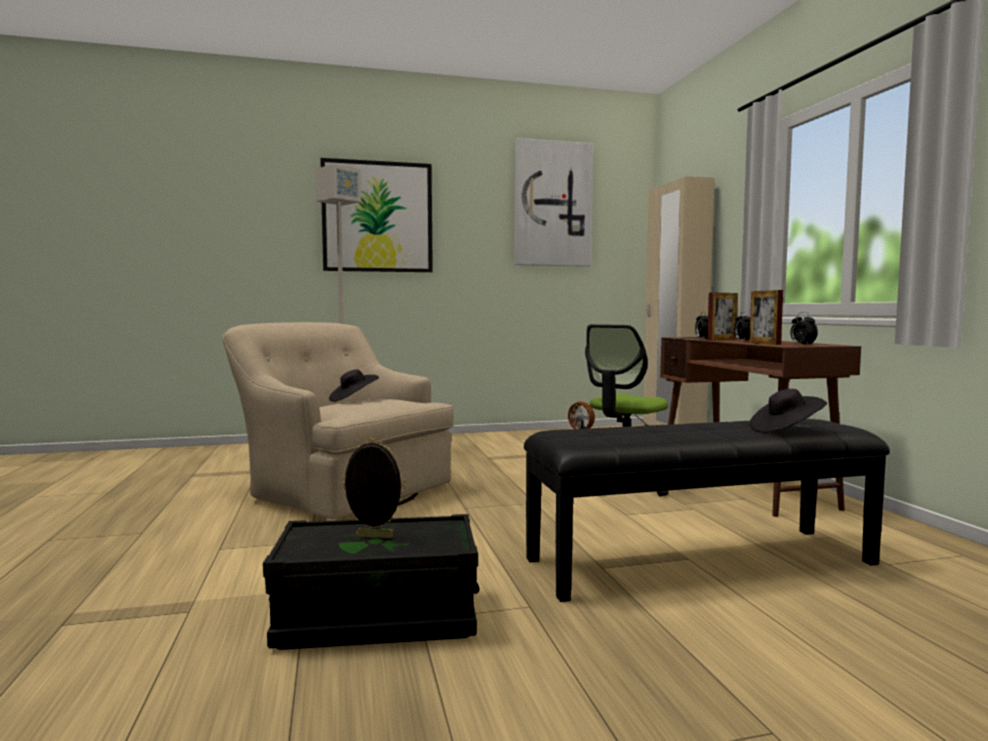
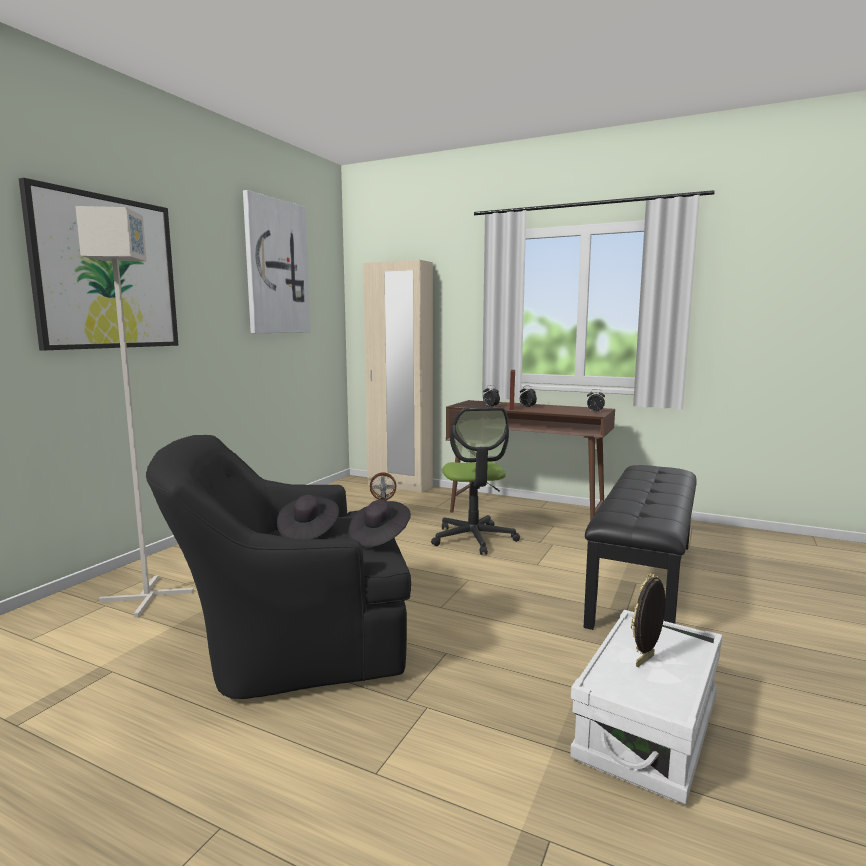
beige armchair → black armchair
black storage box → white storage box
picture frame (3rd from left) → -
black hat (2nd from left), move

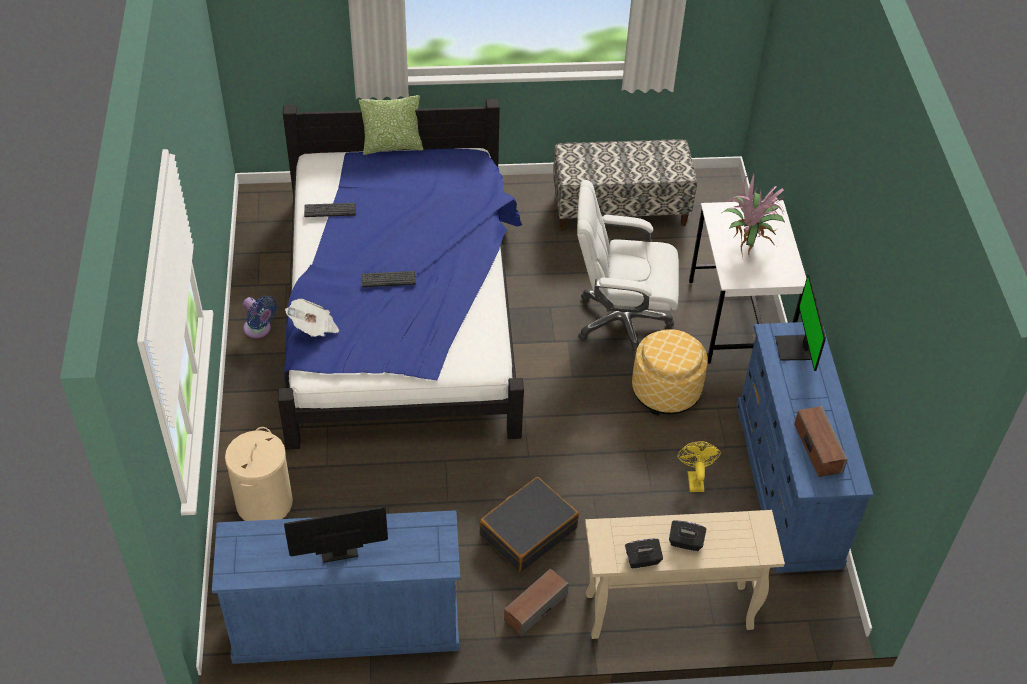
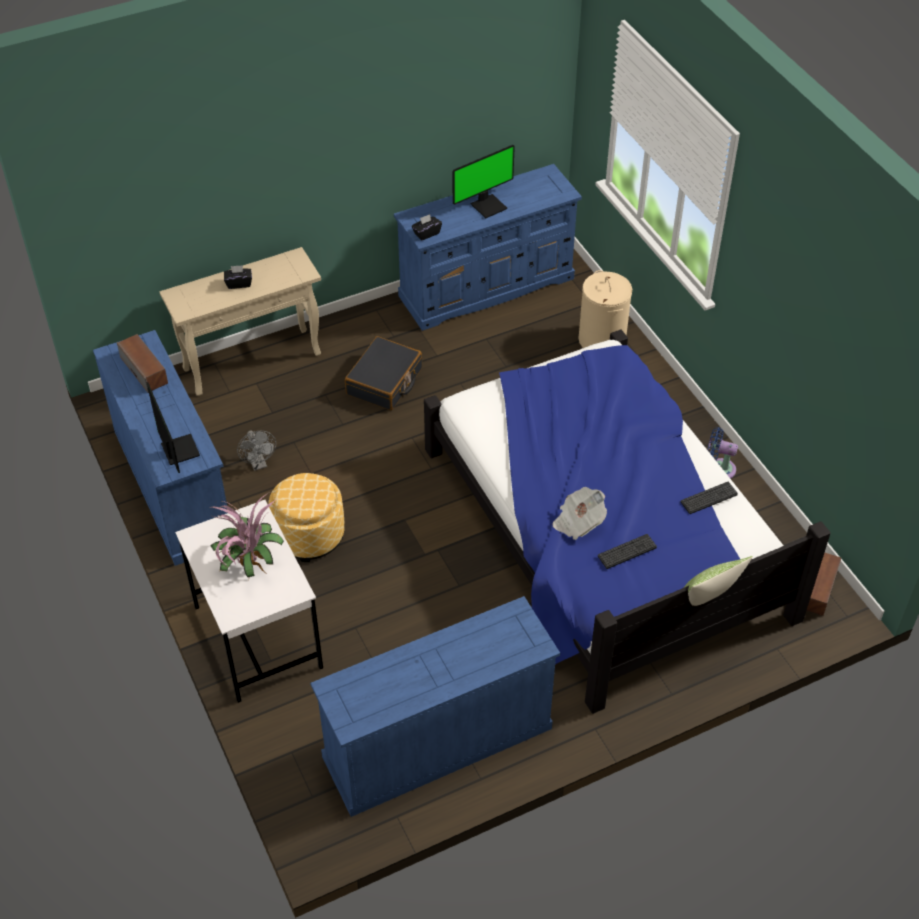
newspaper, move
keyboard (2nd from left in the first image) → keyboard (1st from left), move
speaker (1st from left in the first image) → speaker (2nd from left), move
bench → blue dresser (2nd from left)
white office chair → -
black tissue box (1st from left in the first image) → black tissue box (2nd from left), move
yellow fan → grey fan

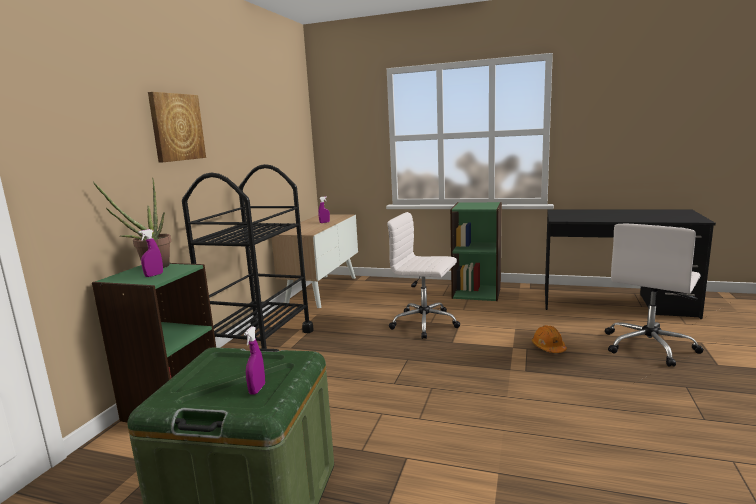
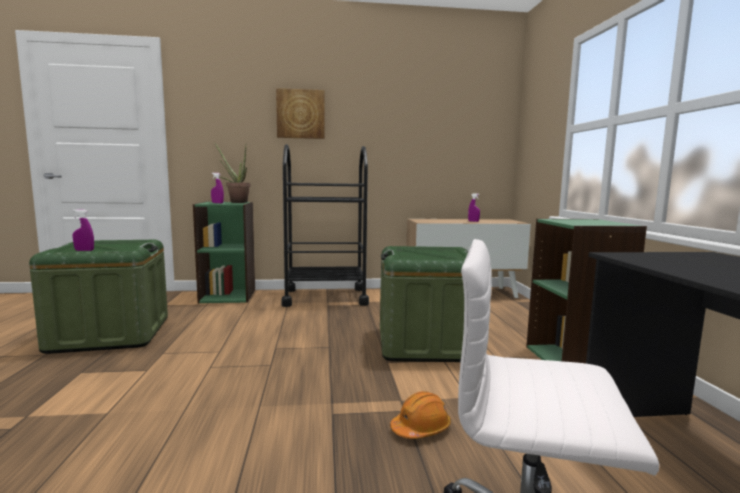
white office chair (1st from left) → green storage box (2nd from left)

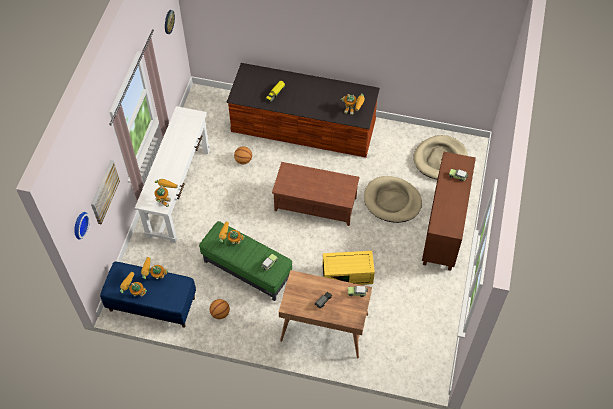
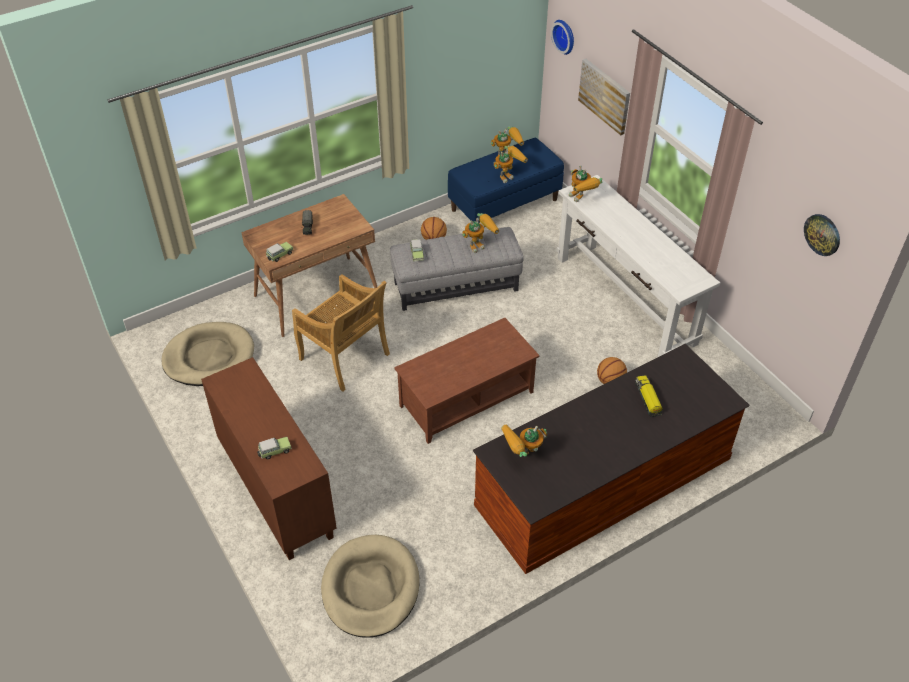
green ottoman → grey ottoman
yellow storage box → beige chair
beige dog bed (1st from left), move

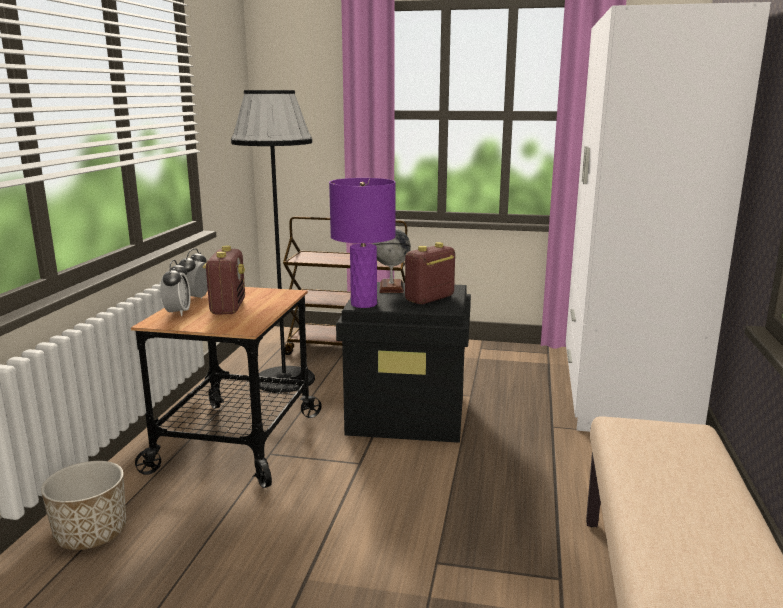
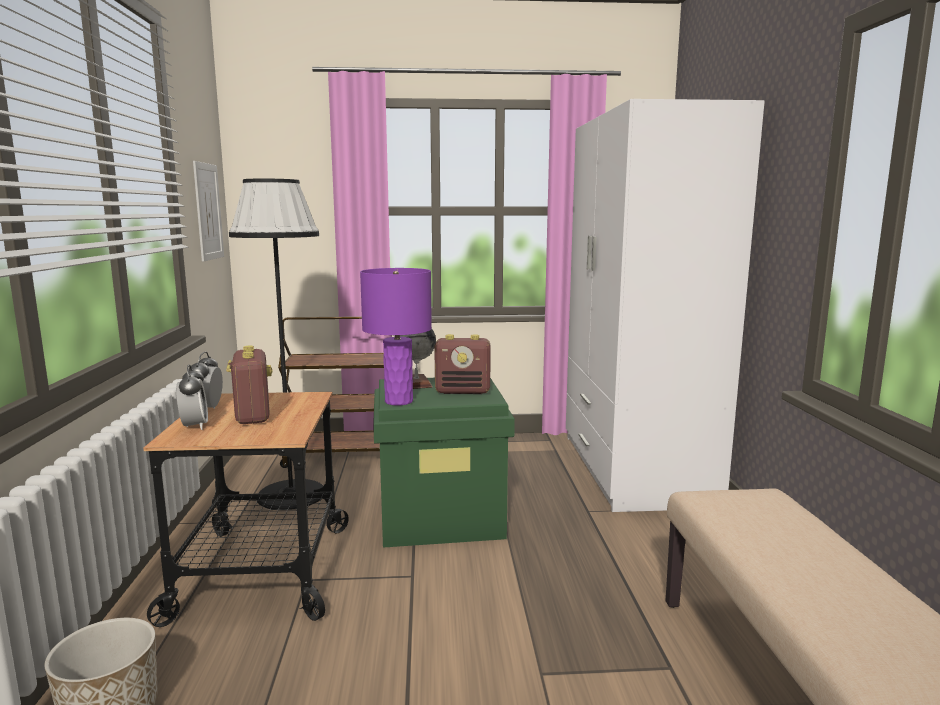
black storage box → green storage box
radio (2nd from left), 120 degrees counterclockwise
- → picture

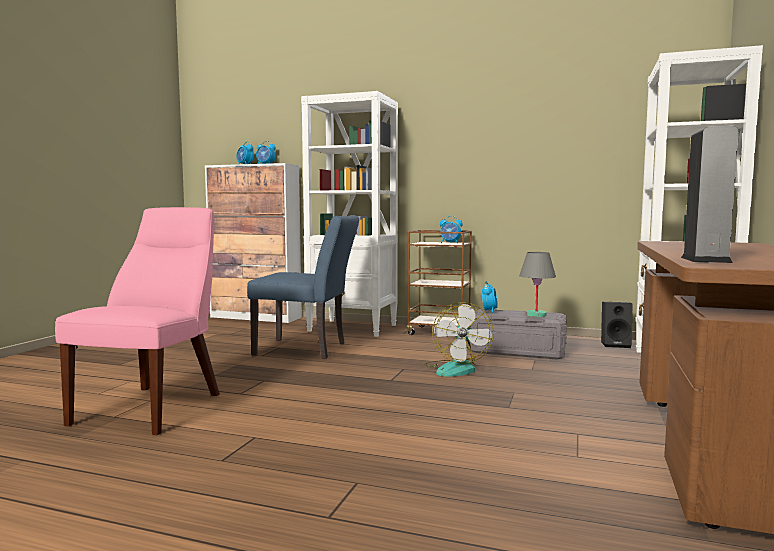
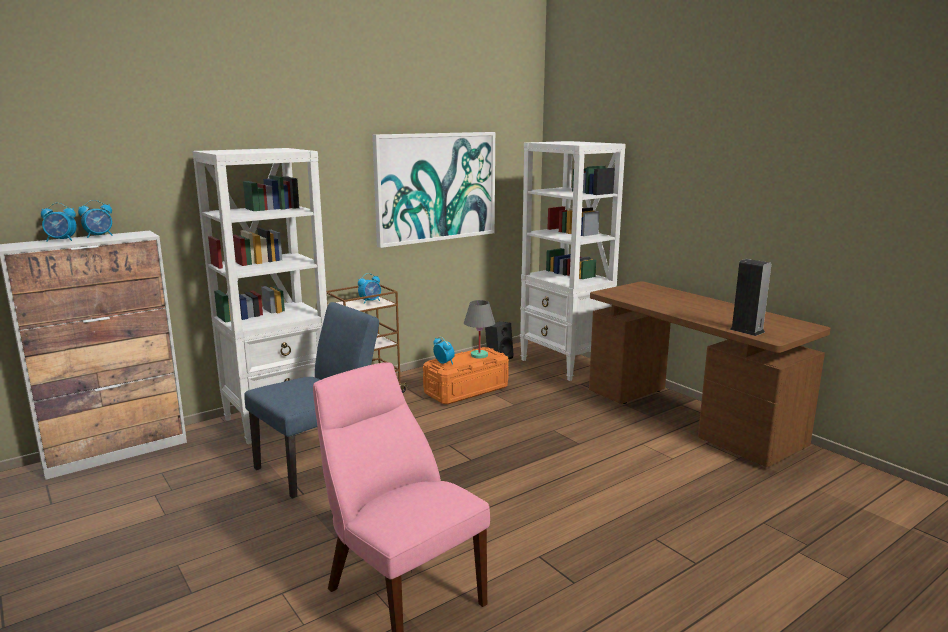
fan → -
grey storage box → orange storage box
- → picture

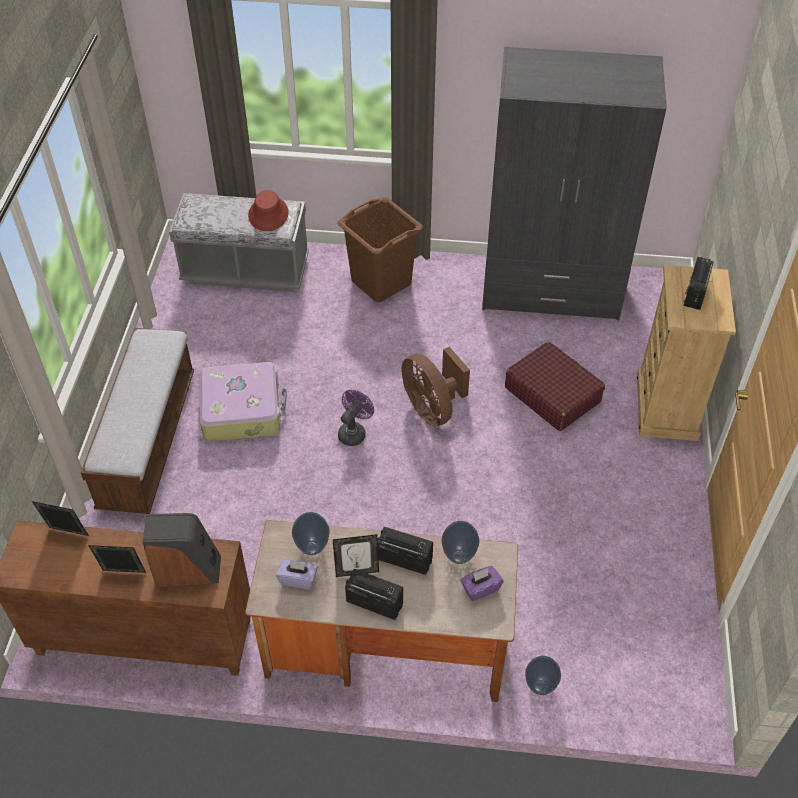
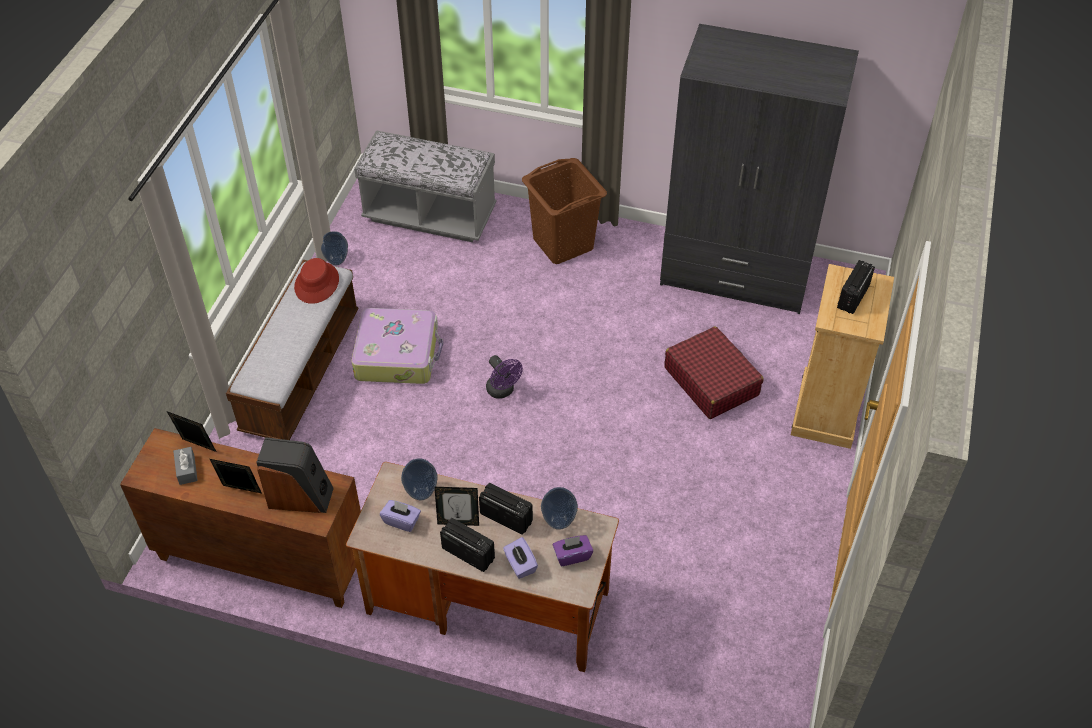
red hat, move
purple fan, 105 degrees clockwise
brown fan → -
vase (3rd from left in the first image) → vase (1st from left), move
- → grey tissue box
- → purple tissue box (2nd from left)

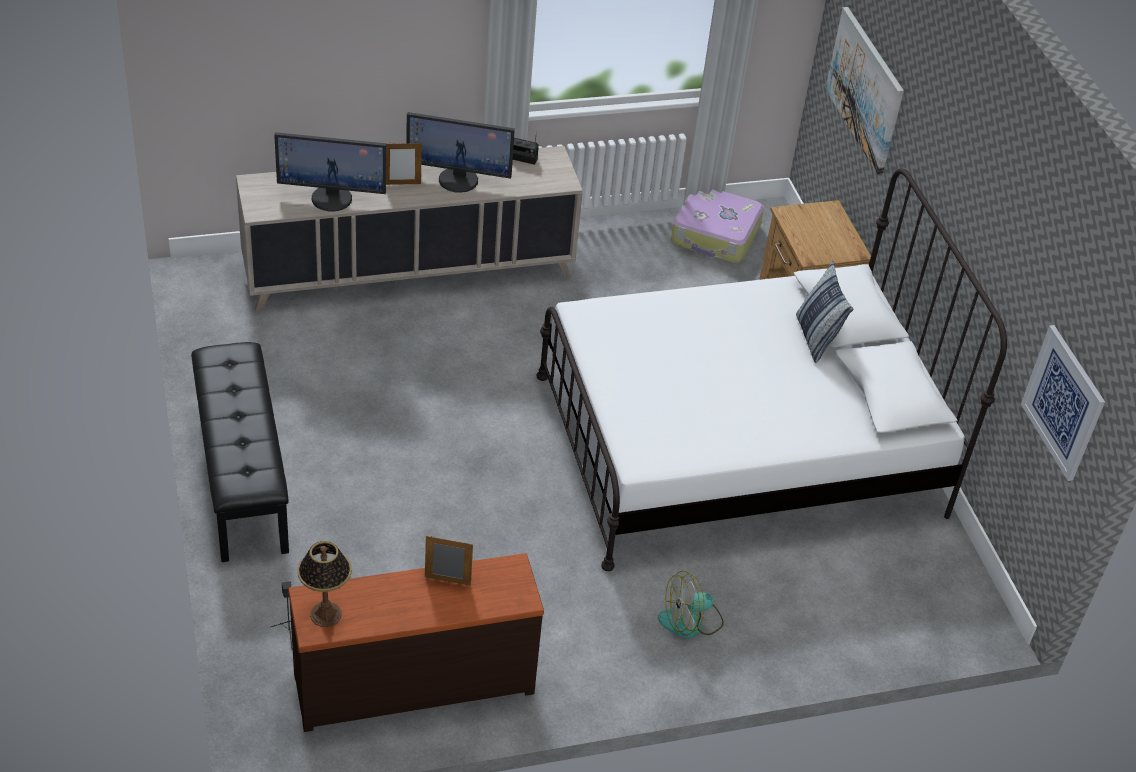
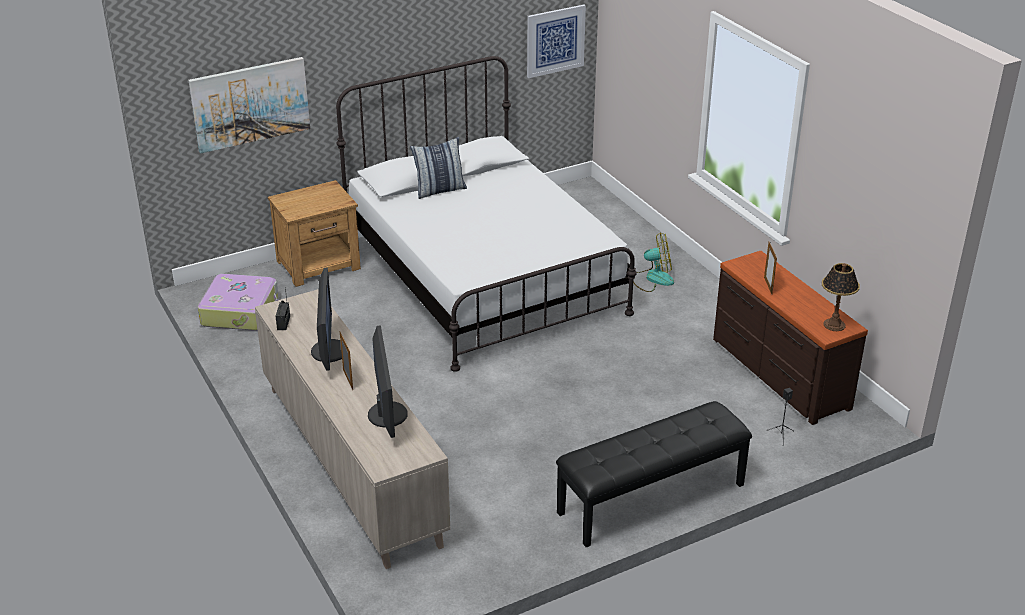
fan, 60 degrees counterclockwise

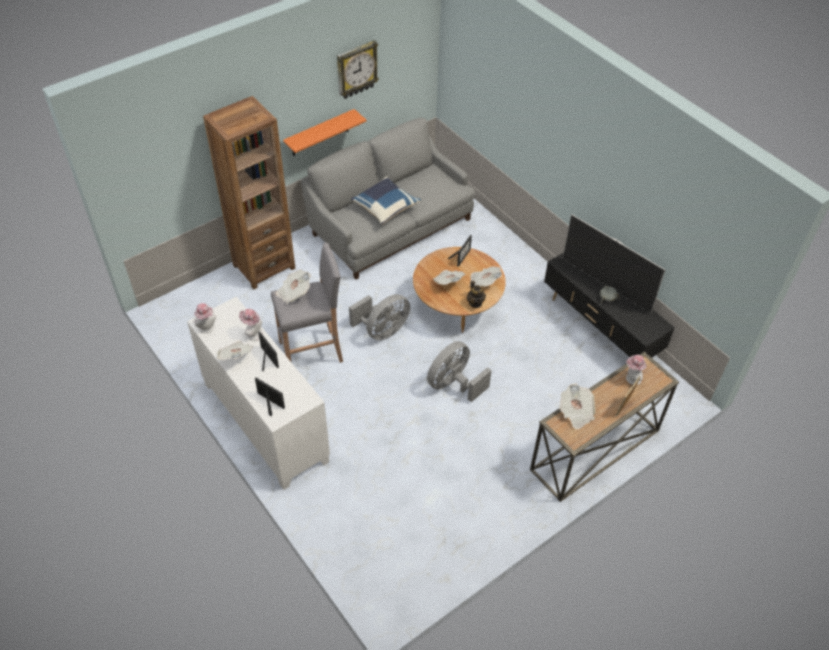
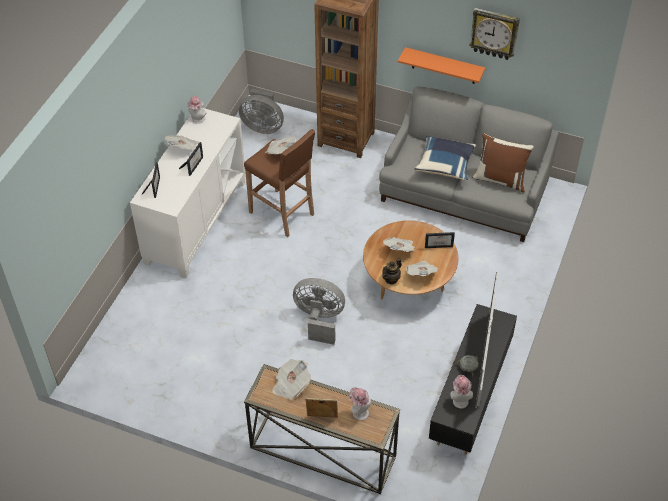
hat (2nd from left in the first image) → hat (3rd from left), move
grey stool → brown stool
grey fan (1st from left), move
- → brown pillow

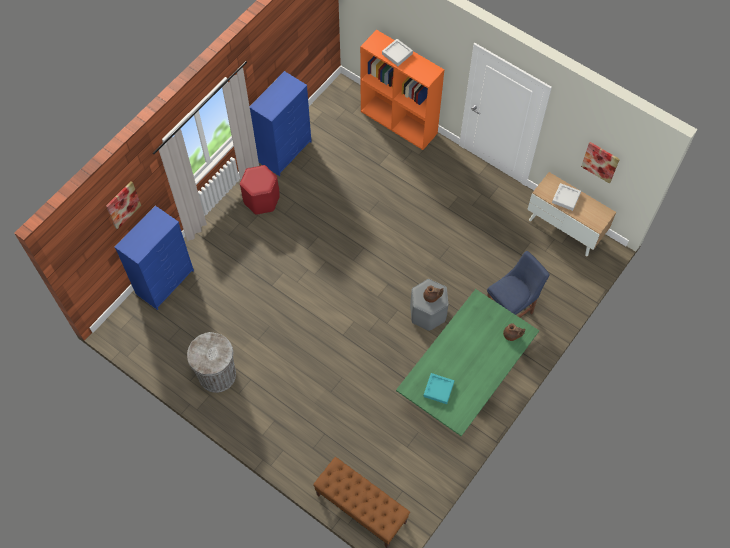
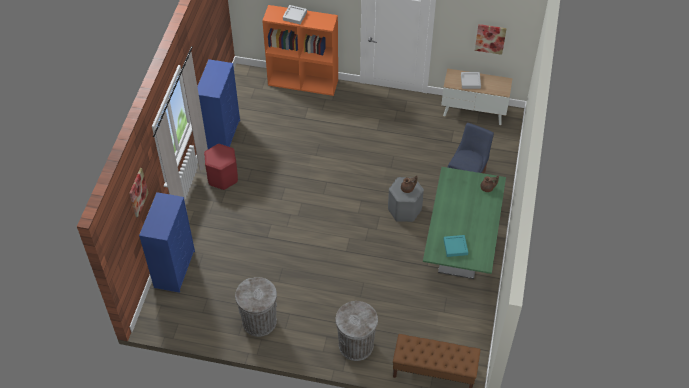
- → grey trash can (2nd from left)

